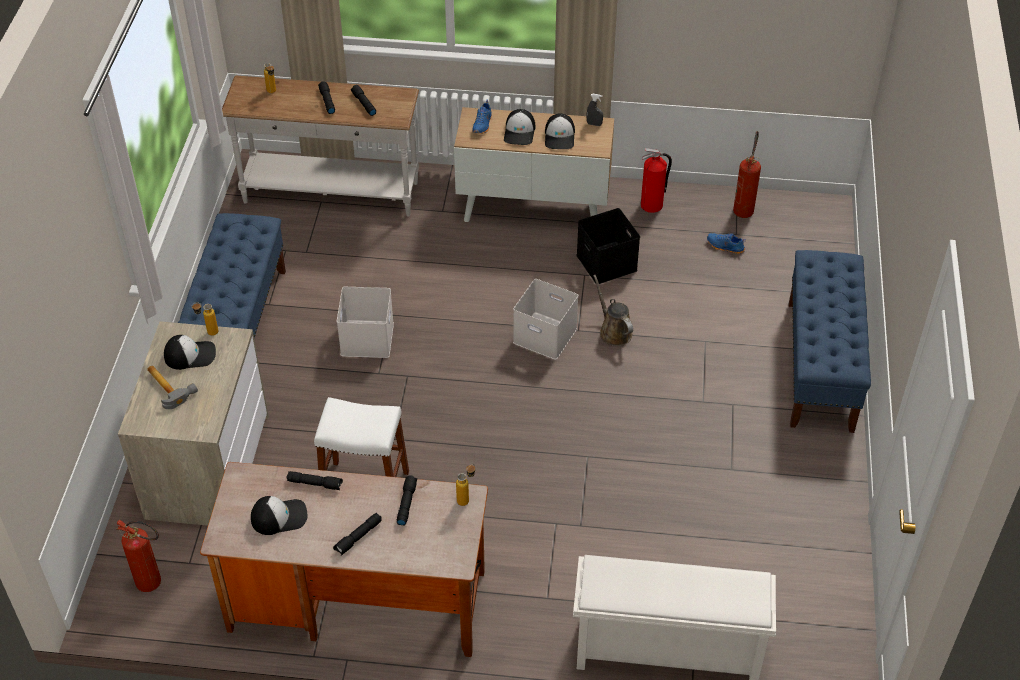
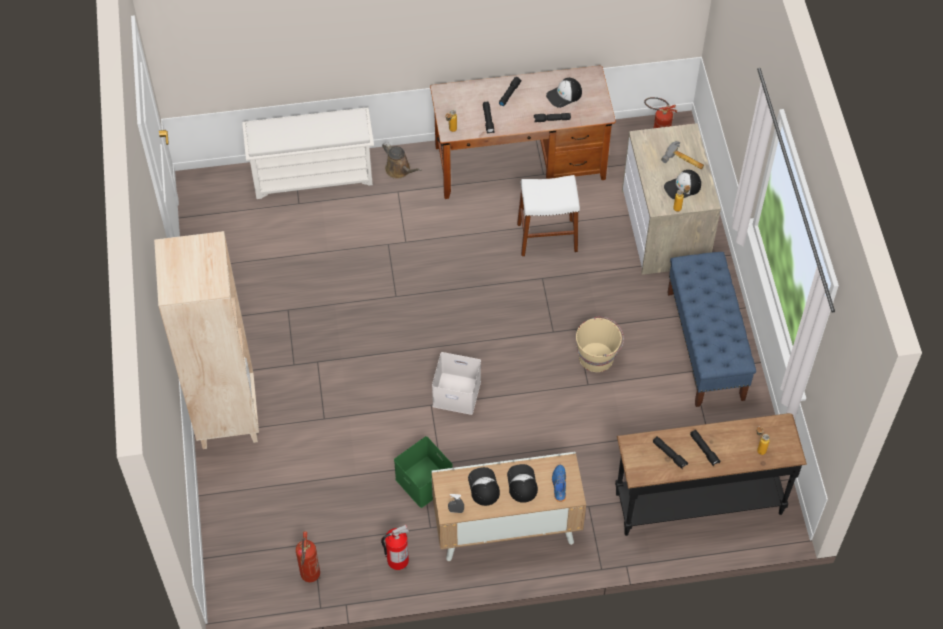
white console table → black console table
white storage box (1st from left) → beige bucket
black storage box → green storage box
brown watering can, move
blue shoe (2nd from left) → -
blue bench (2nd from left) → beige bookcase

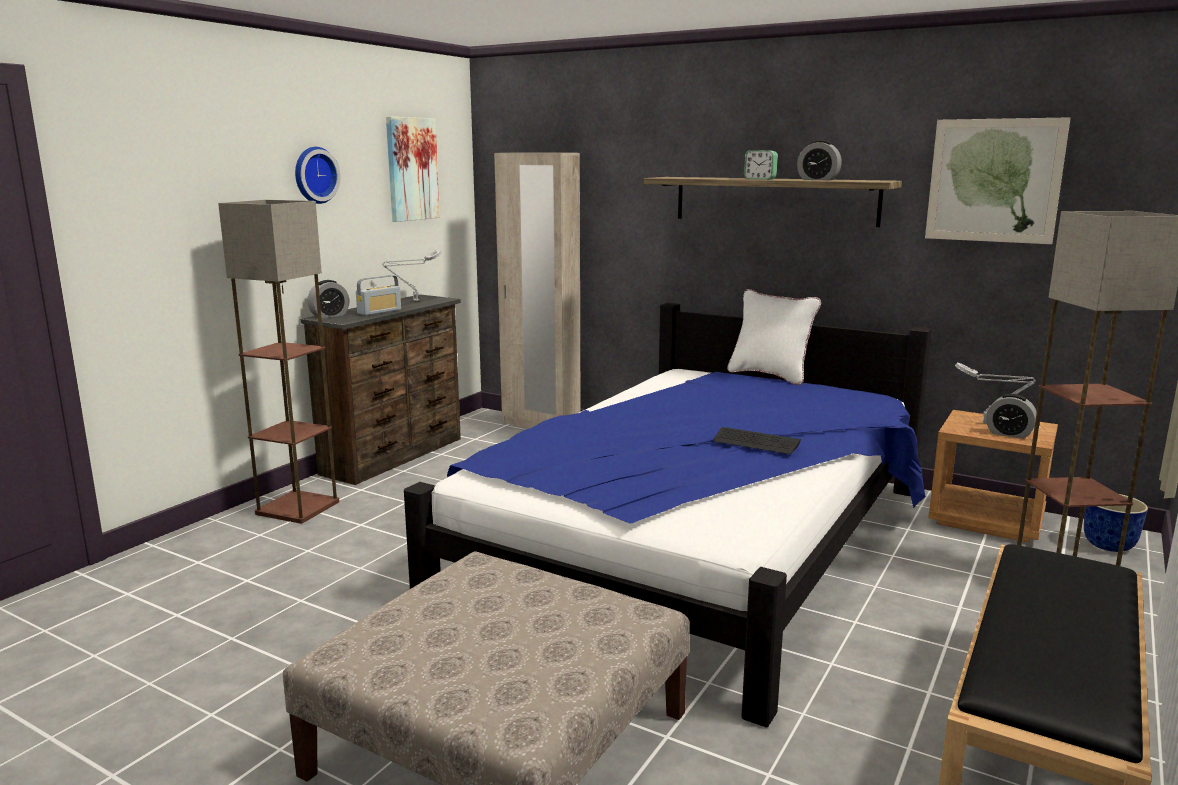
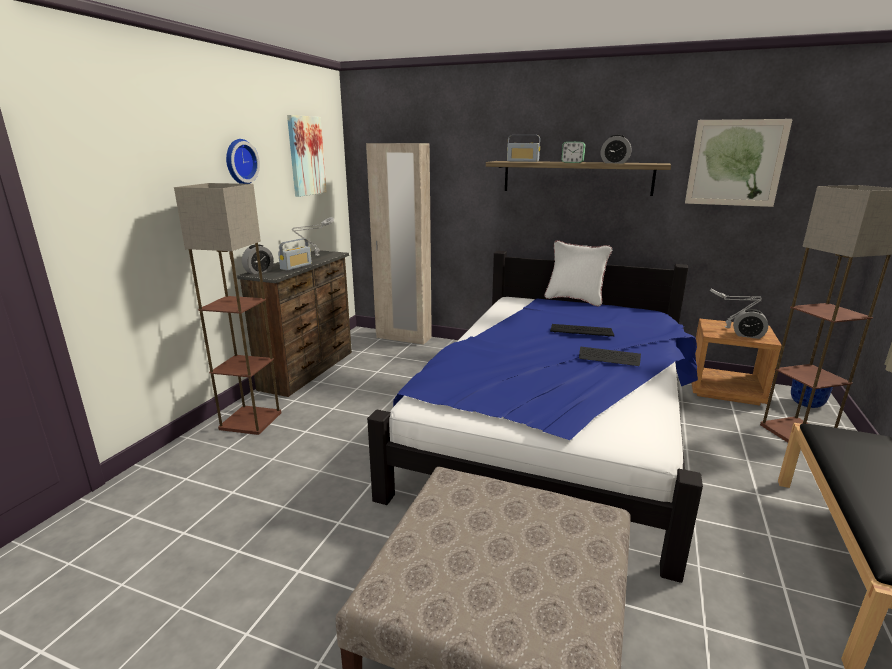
- → radio (2nd from left)
- → keyboard (1st from left)

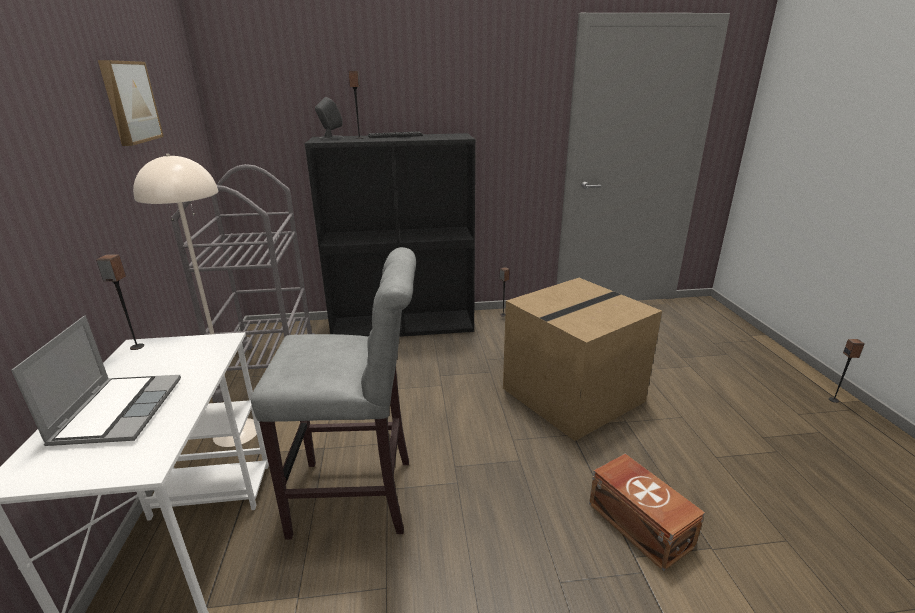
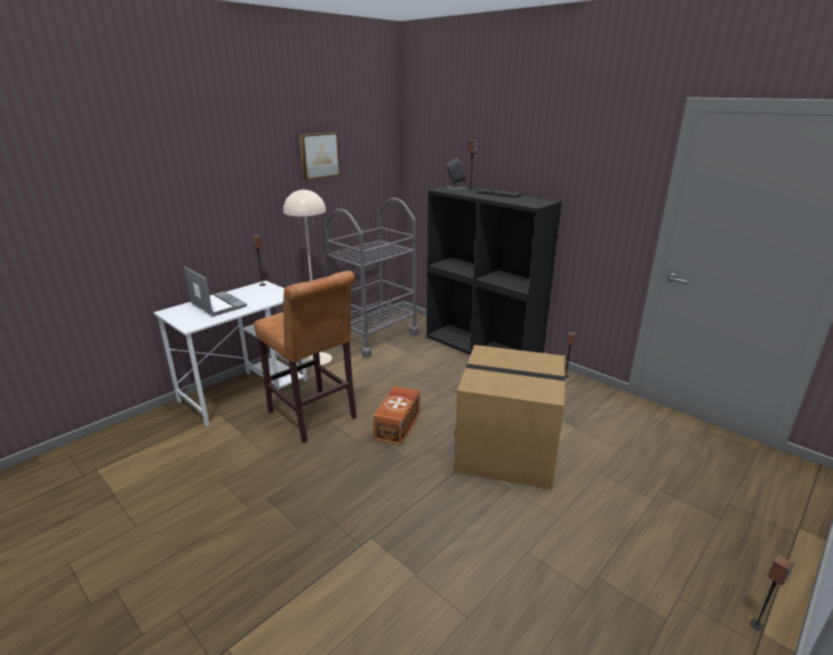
laptop, 90 degrees counterclockwise
grey stool → brown stool
brown storage box, move

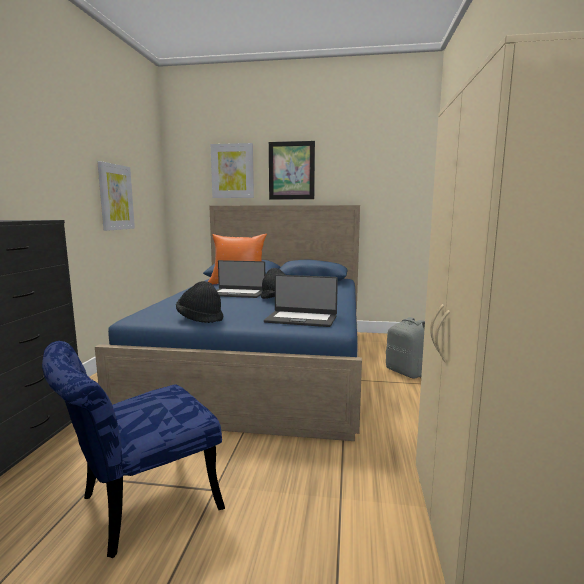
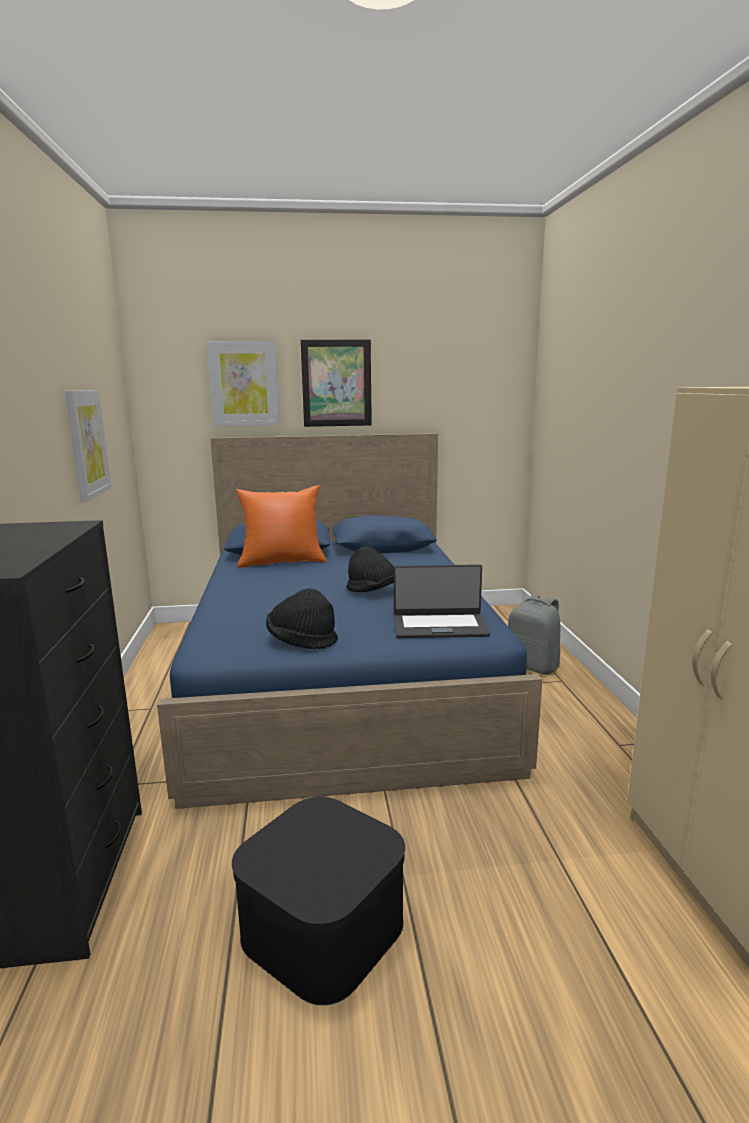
blue chair → black storage box
laptop (1st from left) → -

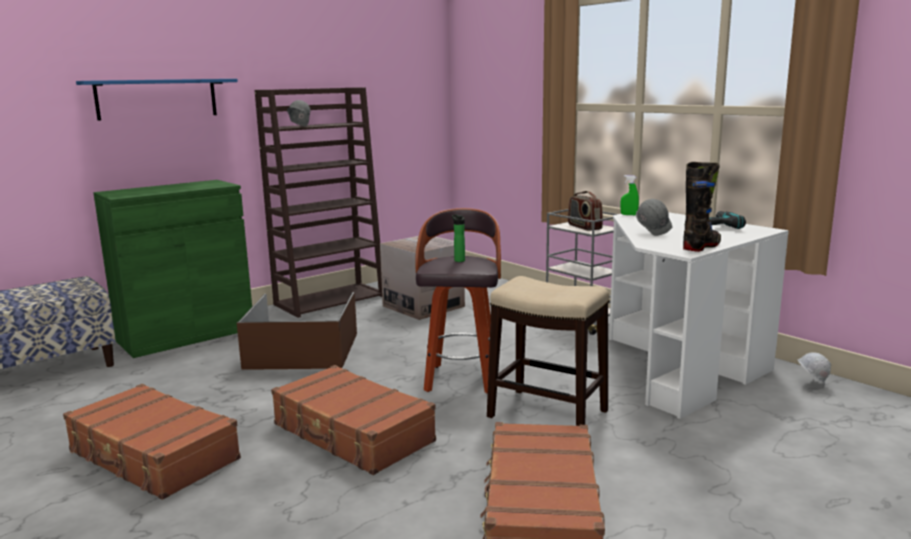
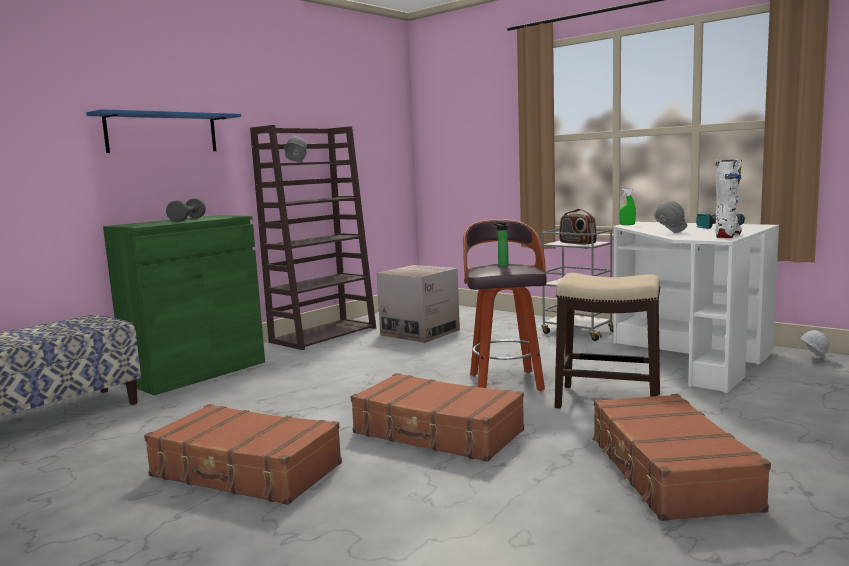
brown storage box → -
black boot → white boot
- → grey dumbbell

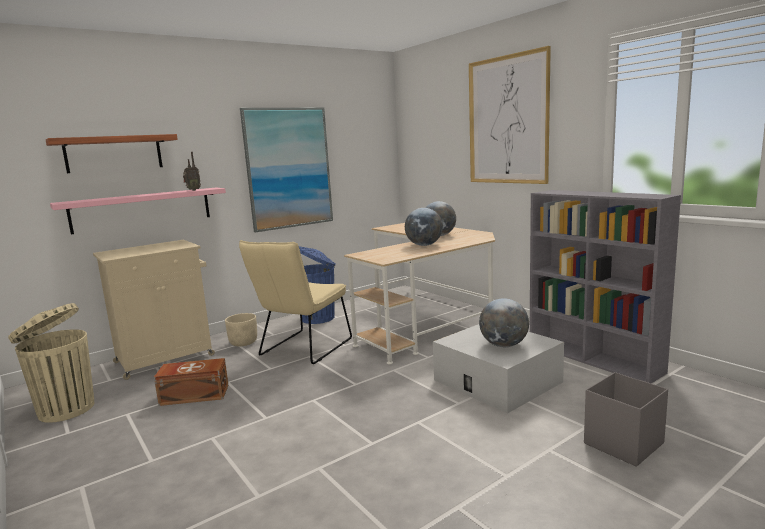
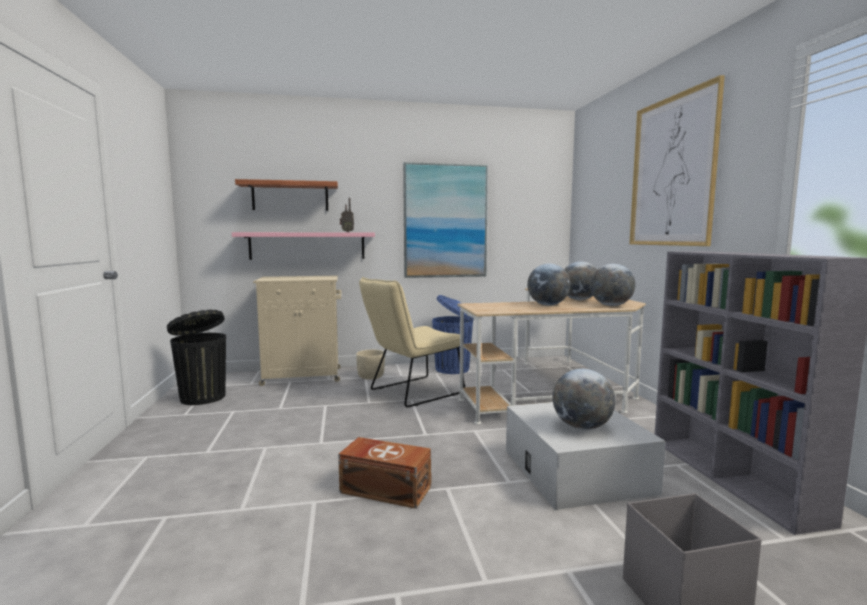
beige trash can → black trash can
brown storage box, move
- → globe (4th from left)

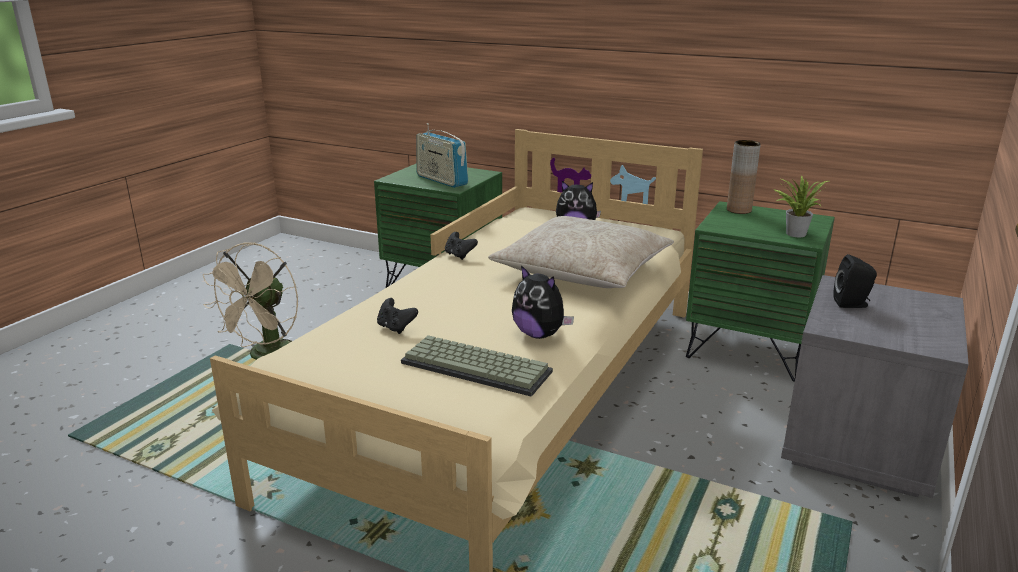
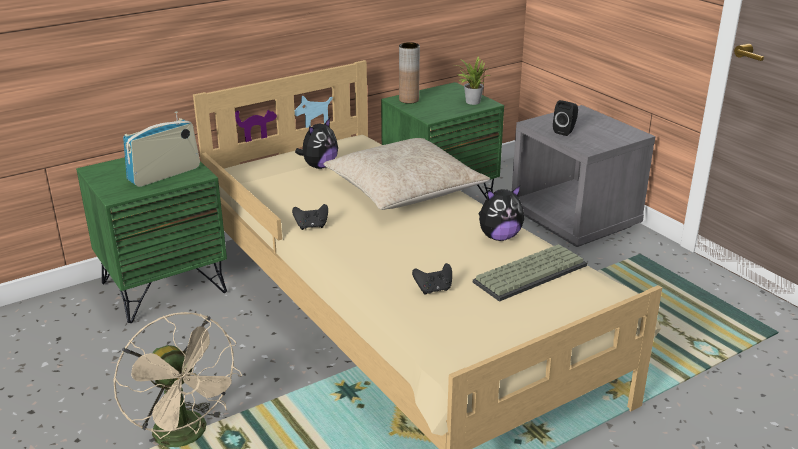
radio, 150 degrees clockwise

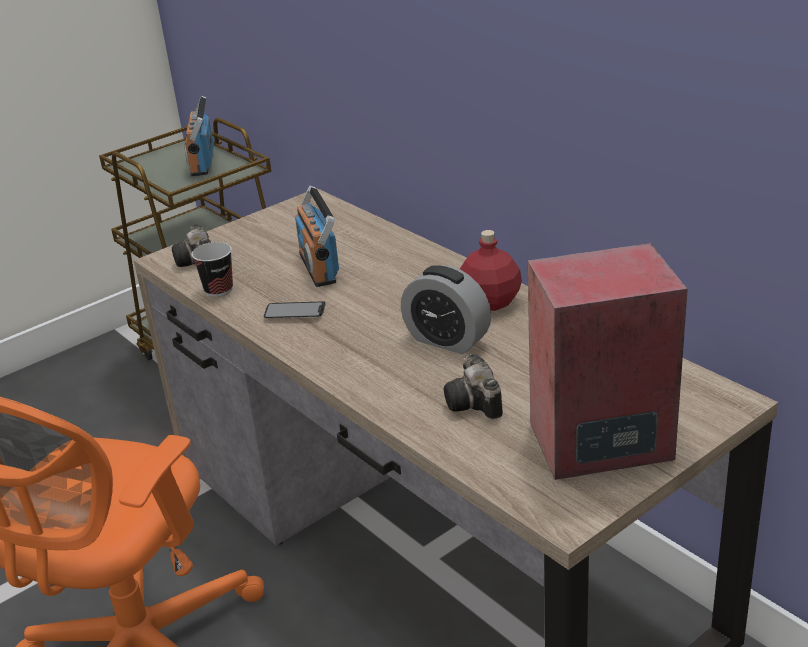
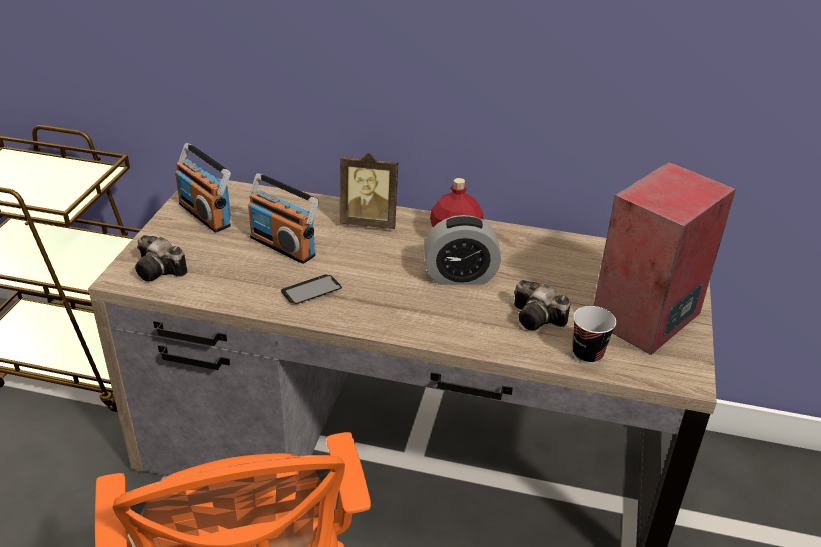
radio (1st from left), move
cup, move
- → picture frame

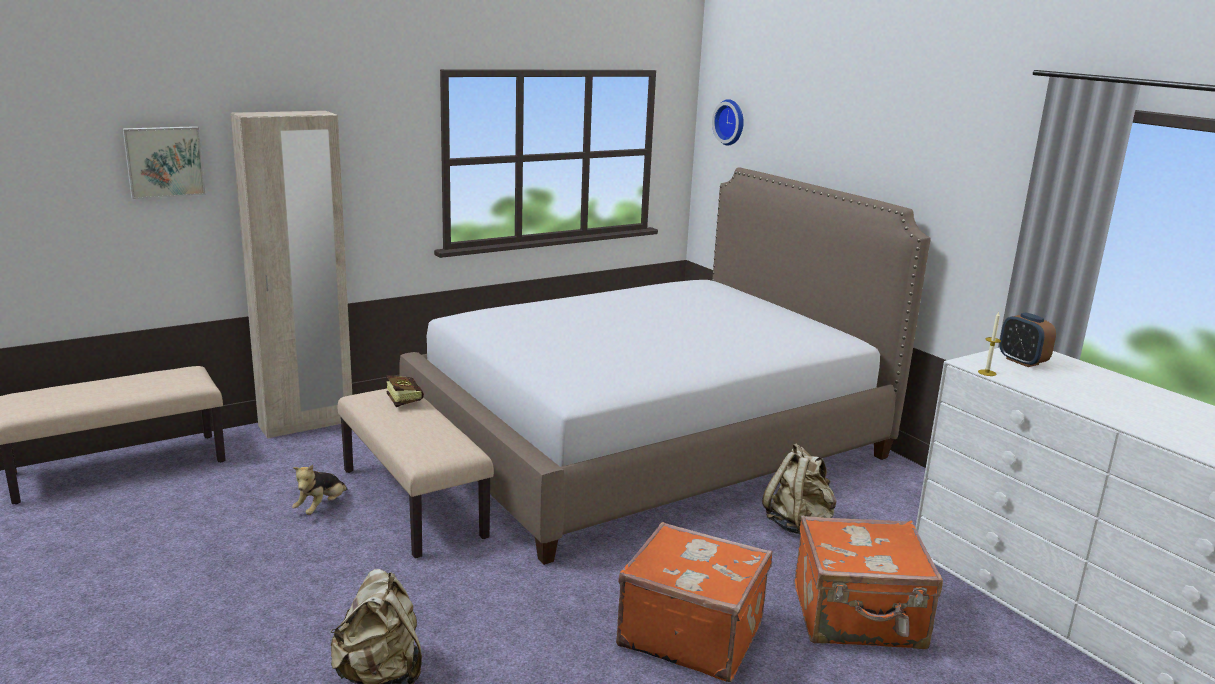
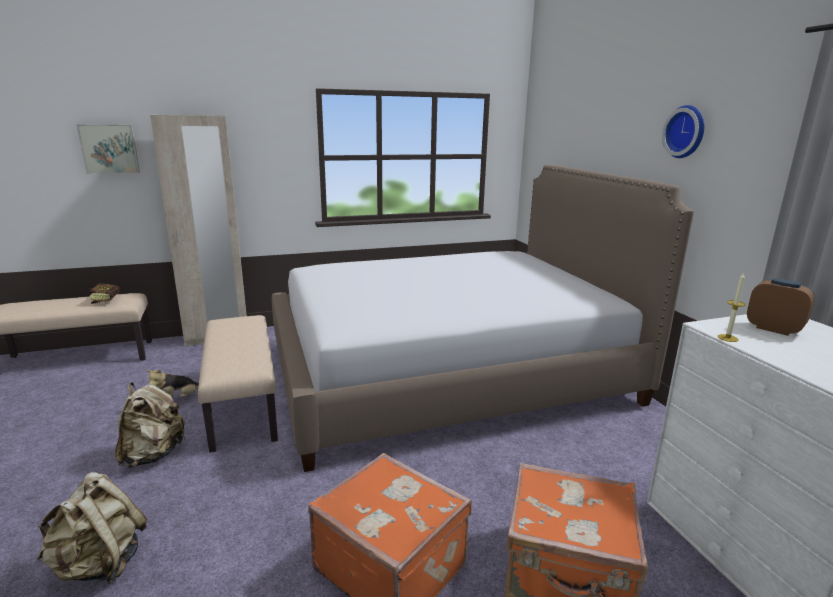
book, move
wall clock, move
beige backpack (2nd from left), move
alarm clock, 150 degrees clockwise

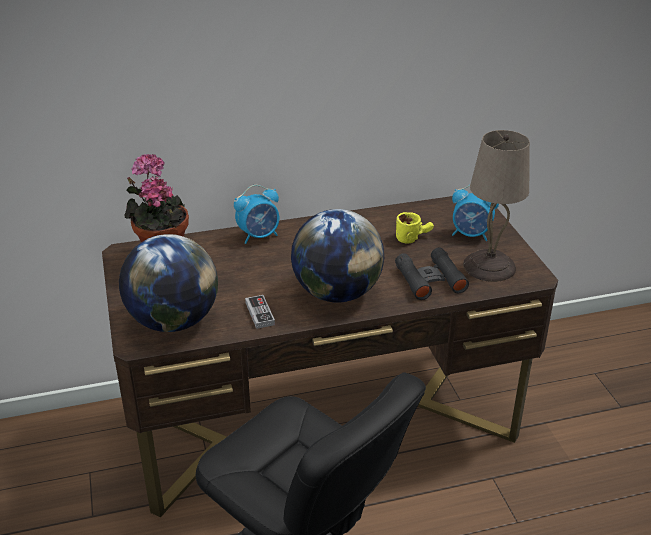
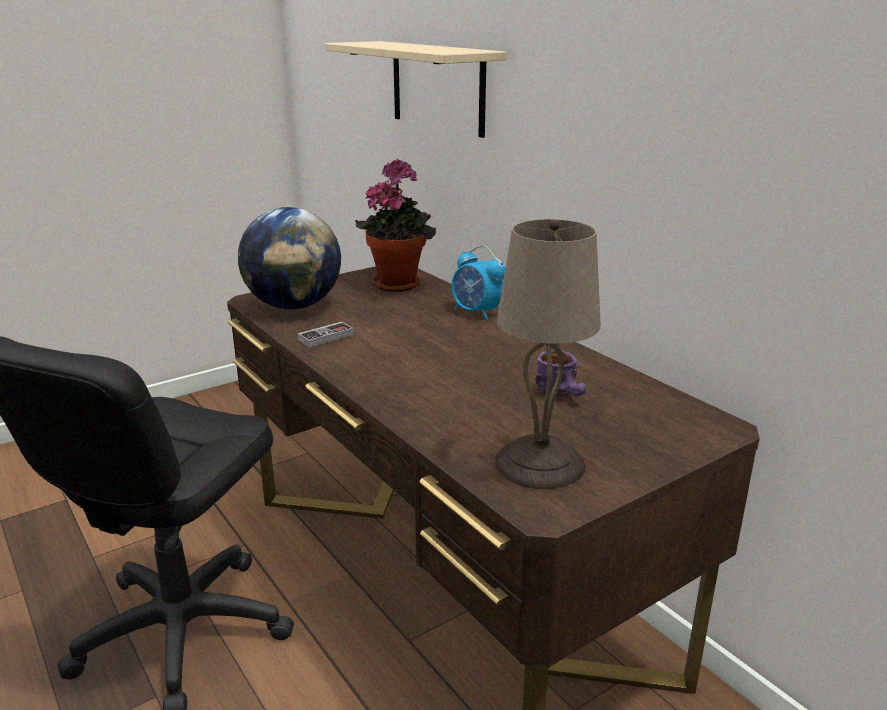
globe (2nd from left) → -
black binoculars → -
yellow mug → purple mug
alarm clock (2nd from left) → -
- → beige shelf

